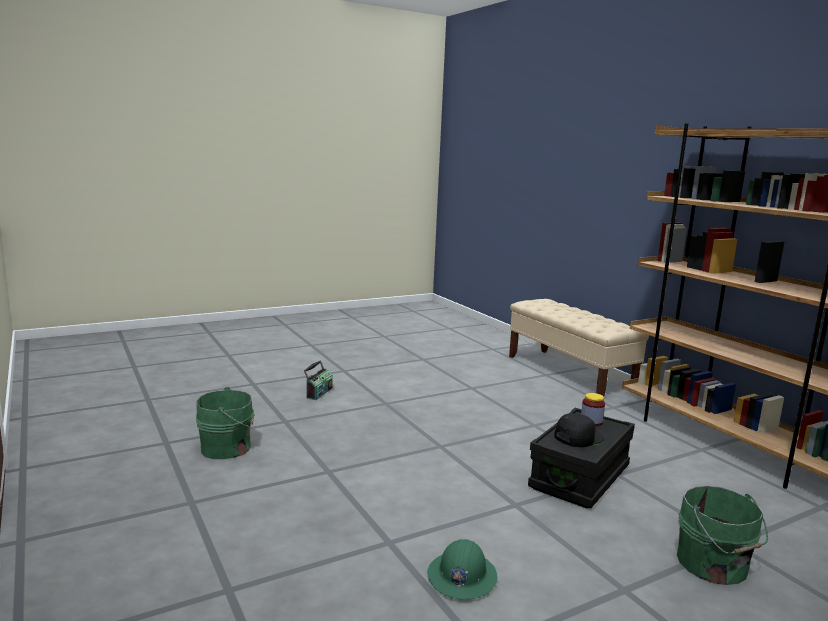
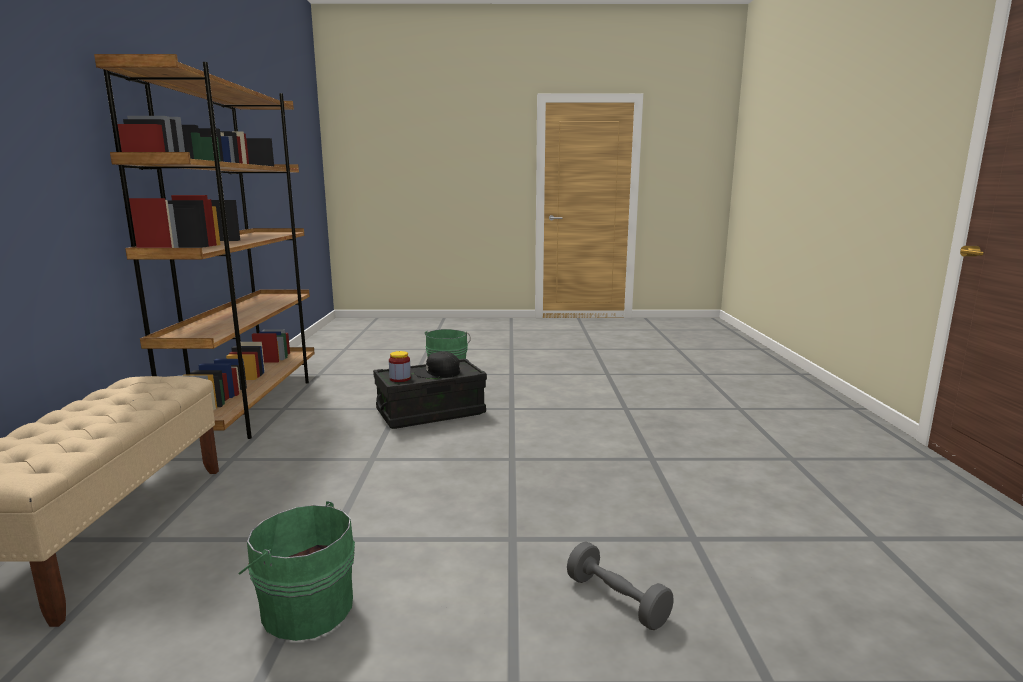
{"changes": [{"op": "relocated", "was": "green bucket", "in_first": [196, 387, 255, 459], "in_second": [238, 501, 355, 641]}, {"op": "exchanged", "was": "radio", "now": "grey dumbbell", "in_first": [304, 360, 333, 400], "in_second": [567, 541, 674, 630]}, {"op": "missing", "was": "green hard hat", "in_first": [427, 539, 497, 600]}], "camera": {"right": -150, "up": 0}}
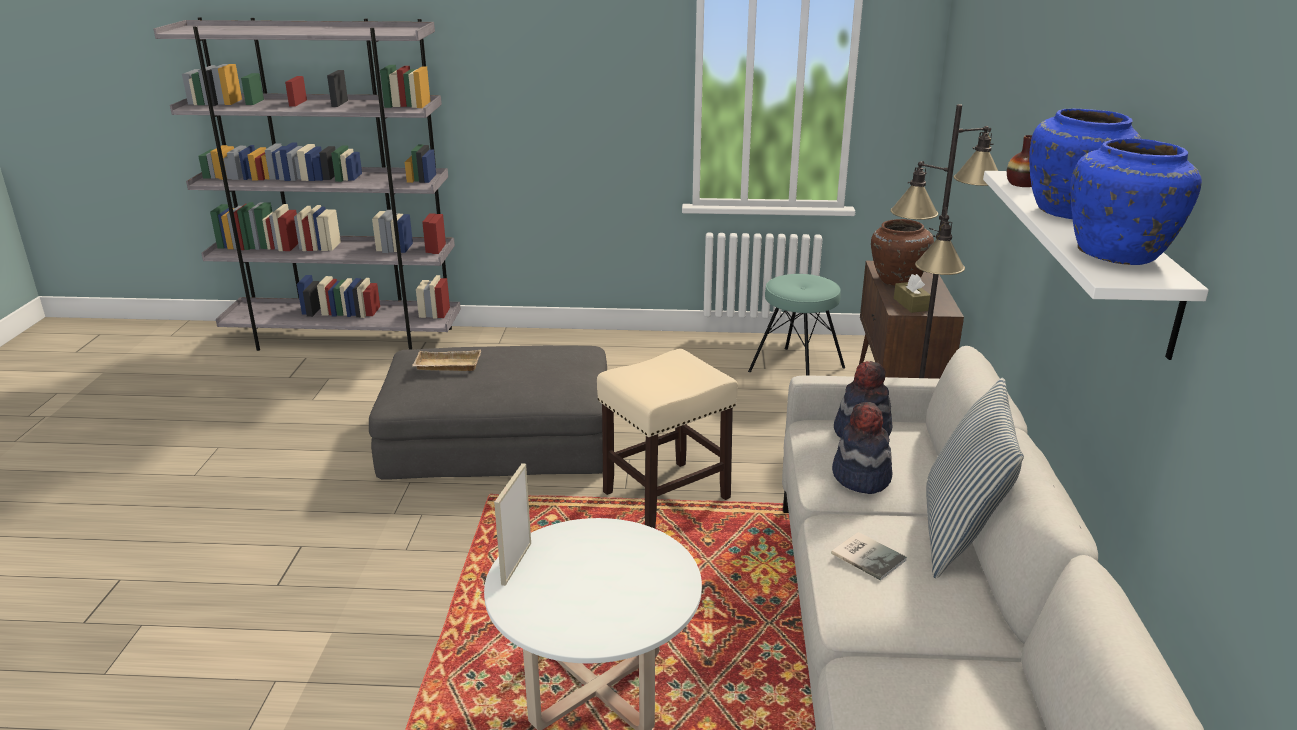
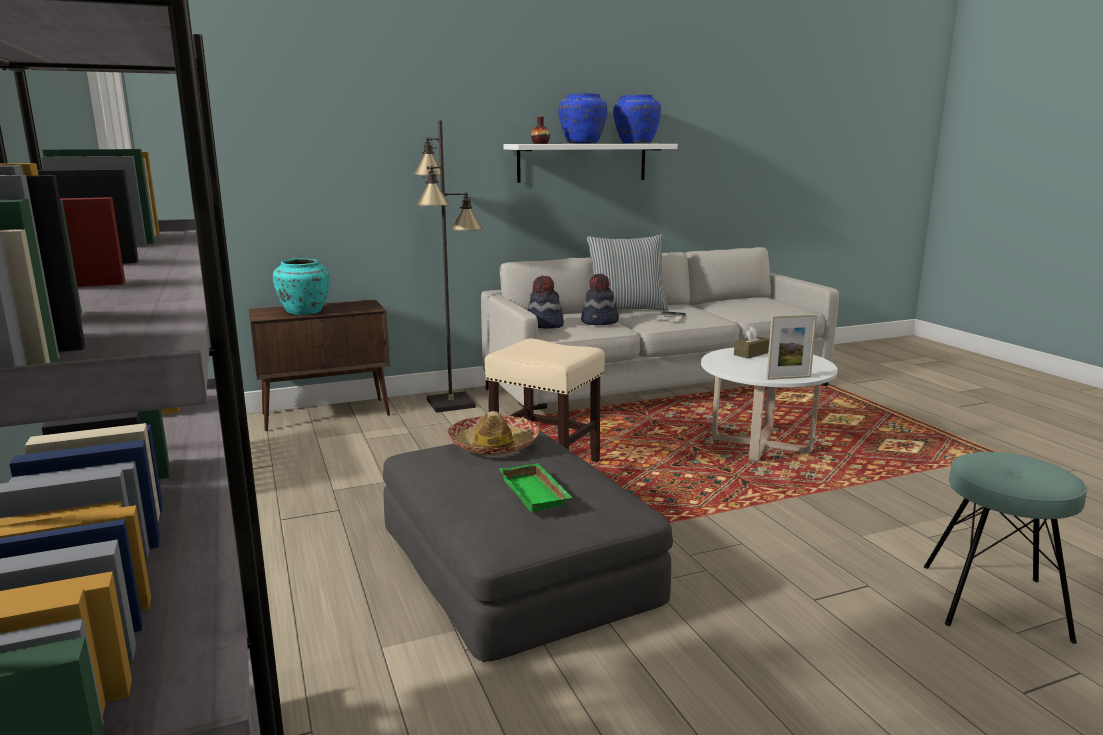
{"changes": [{"op": "colour", "was": "brown vase", "now": "turquoise vase", "in_first": [871, 219, 934, 286], "in_second": [273, 258, 330, 315]}, {"op": "appeared", "now": "hat", "in_second": [447, 411, 539, 455]}, {"op": "colour", "was": "beige tray", "now": "green tray", "in_first": [412, 350, 481, 371], "in_second": [500, 463, 573, 513]}, {"op": "relocated", "was": "brown tissue box", "in_first": [894, 274, 930, 313], "in_second": [734, 326, 769, 359]}, {"op": "relocated", "was": "turquoise stool", "in_first": [748, 274, 845, 376], "in_second": [924, 452, 1087, 644]}], "camera": {"right": -115, "up": -10}}
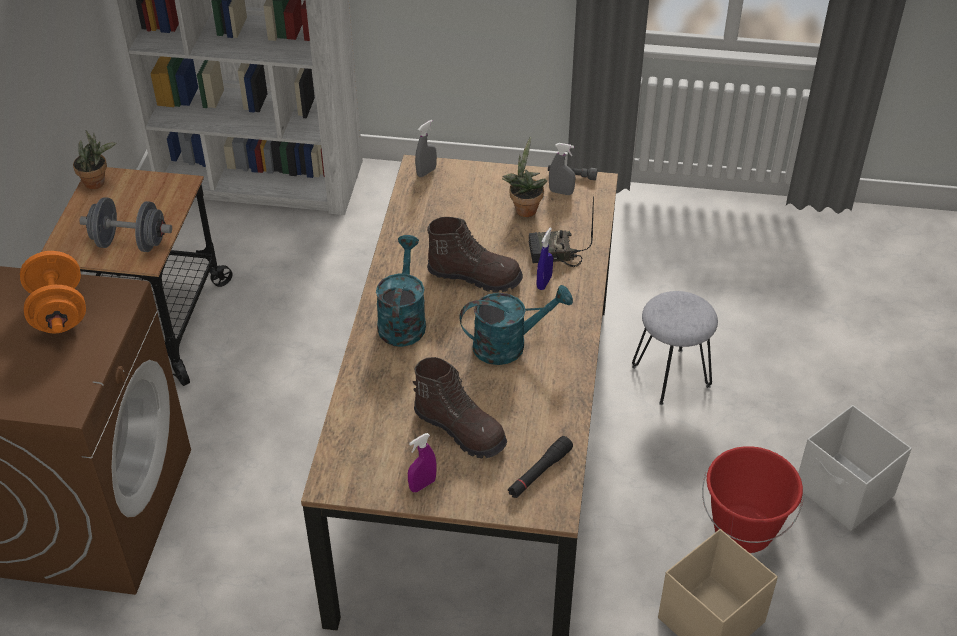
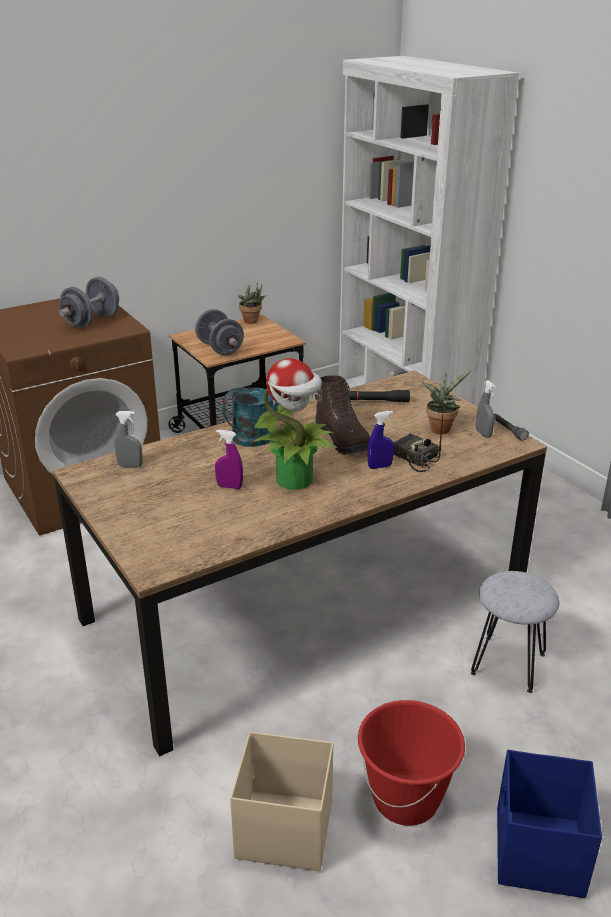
{"changes": [{"op": "colour", "was": "orange dumbbell", "now": "grey dumbbell", "in_first": [20, 251, 86, 333], "in_second": [59, 277, 119, 328]}, {"op": "relocated", "was": "grey spray bottle", "in_first": [415, 120, 437, 177], "in_second": [114, 411, 143, 467]}, {"op": "relocated", "was": "purple spray bottle", "in_first": [408, 433, 437, 492], "in_second": [215, 430, 243, 489]}, {"op": "exchanged", "was": "turquoise watering can", "now": "potted plant", "in_first": [459, 285, 573, 365], "in_second": [254, 358, 338, 490]}, {"op": "relocated", "was": "black flashlight", "in_first": [508, 436, 573, 498], "in_second": [348, 390, 410, 402]}, {"op": "colour", "was": "white storage box", "now": "blue storage box", "in_first": [798, 405, 912, 531], "in_second": [497, 750, 602, 898]}, {"op": "missing", "was": "brown boot", "in_first": [413, 357, 507, 459]}], "camera": {"right": 50, "up": -15}}
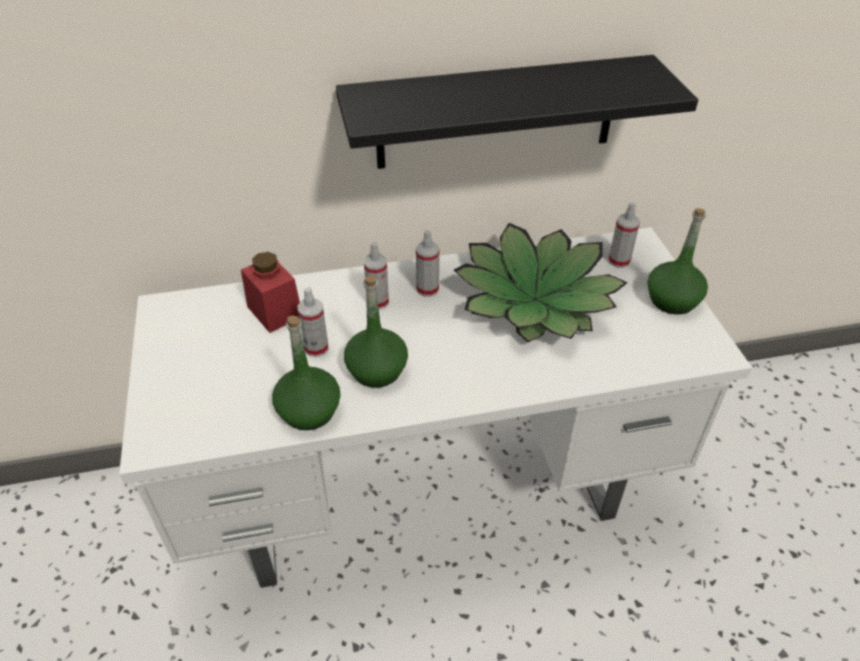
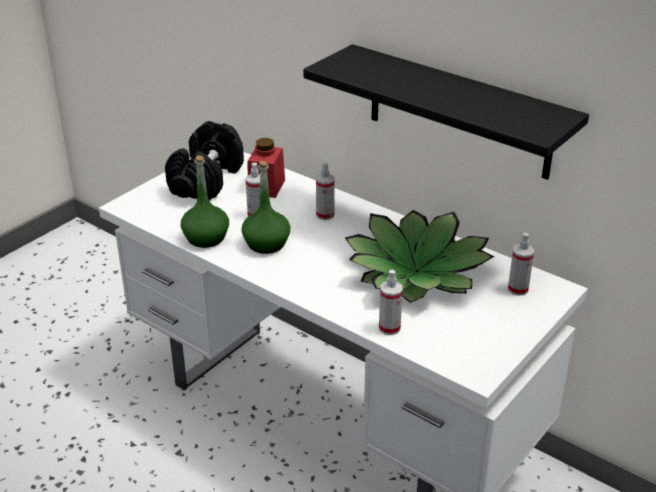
{"changes": [{"op": "appeared", "now": "black dumbbell", "in_second": [165, 121, 244, 201]}, {"op": "relocated", "was": "spray bottle", "in_first": [416, 230, 439, 297], "in_second": [379, 270, 403, 335]}, {"op": "missing", "was": "green bottle", "in_first": [647, 208, 708, 314]}], "camera": {"right": 50, "up": -10}}
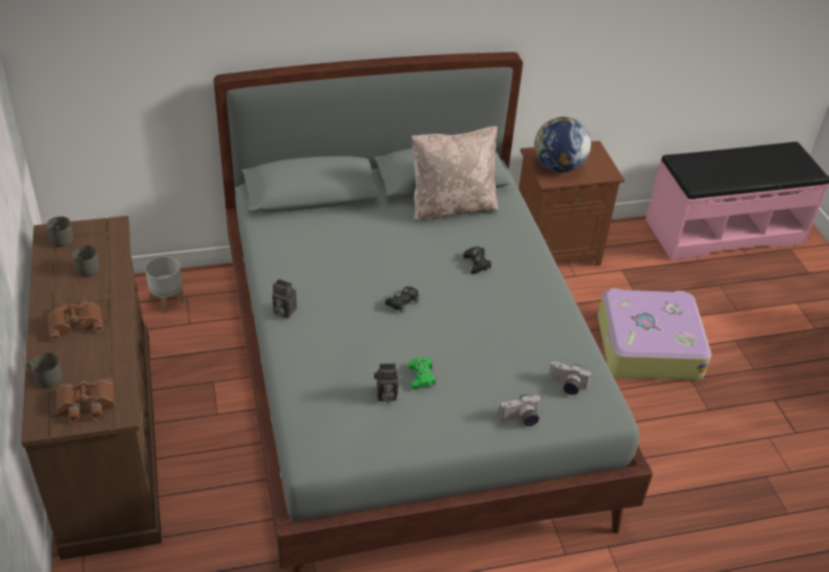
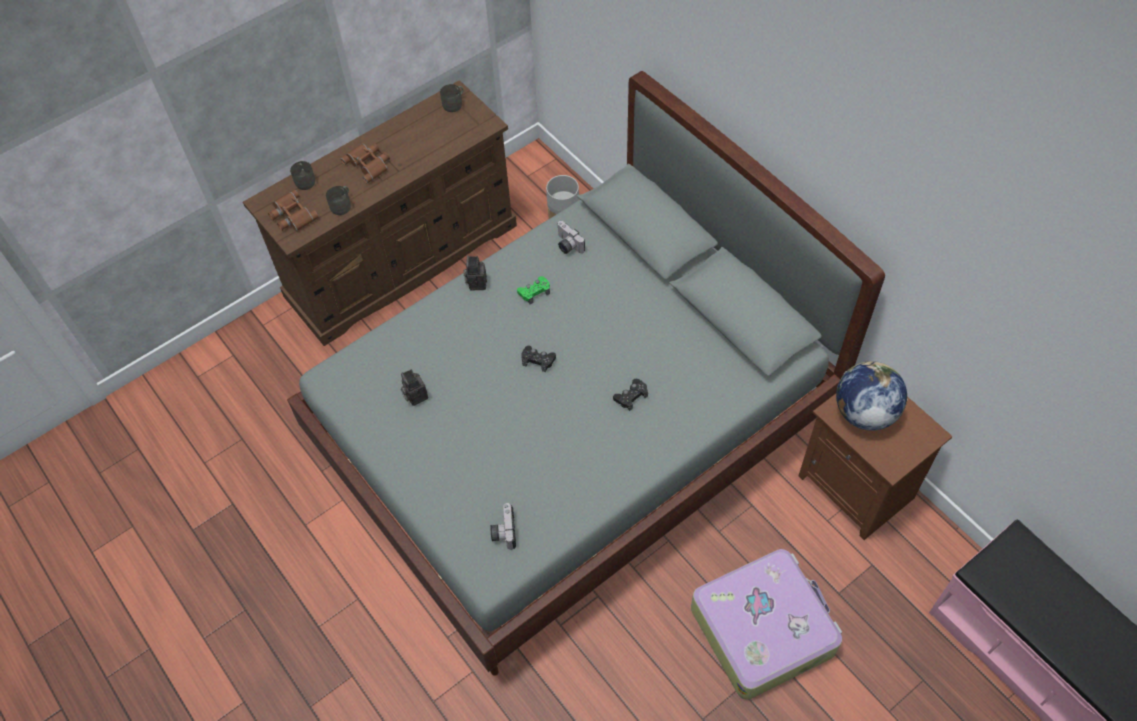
{"changes": [{"op": "relocated", "was": "grey mug", "in_first": [72, 245, 99, 277], "in_second": [326, 186, 351, 215]}, {"op": "relocated", "was": "green game controller", "in_first": [408, 357, 435, 389], "in_second": [517, 276, 550, 304]}, {"op": "relocated", "was": "photo camera", "in_first": [498, 394, 542, 426], "in_second": [557, 221, 585, 254]}, {"op": "missing", "was": "beige pillow", "in_first": [412, 126, 499, 222]}], "camera": {"right": 70, "up": 15}}
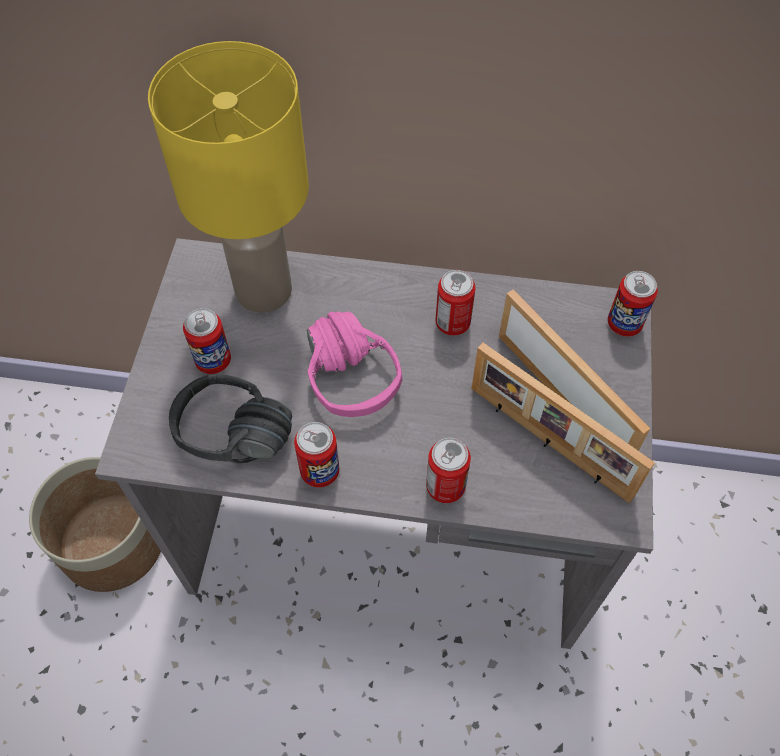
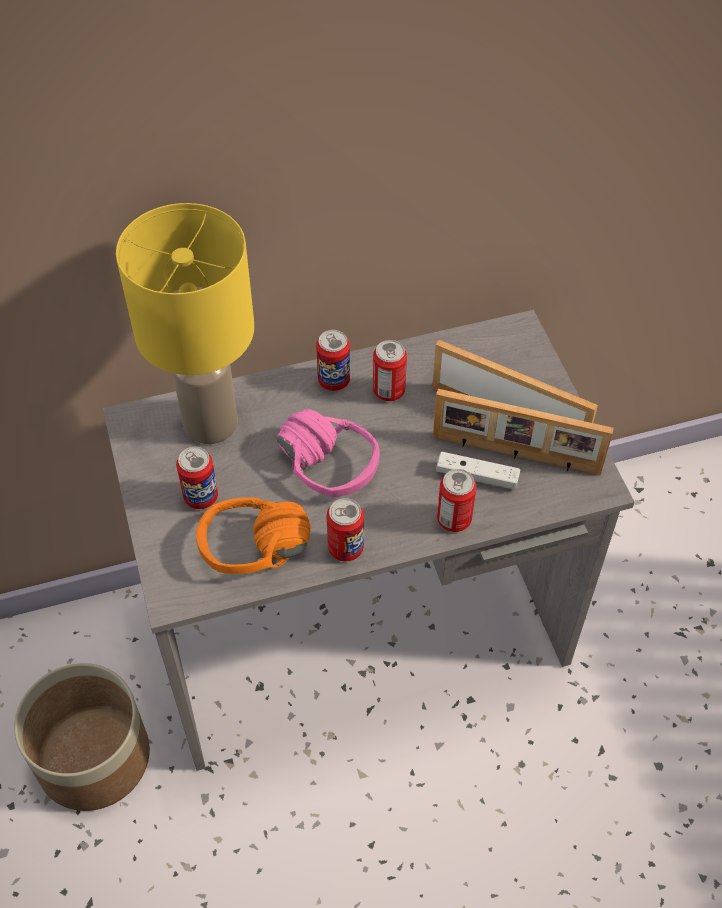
{"changes": [{"op": "colour", "was": "black headphones", "now": "orange headphones", "in_first": [169, 374, 292, 464], "in_second": [196, 497, 311, 574]}, {"op": "relocated", "was": "can", "in_first": [608, 271, 658, 337], "in_second": [316, 330, 350, 391]}, {"op": "appeared", "now": "white game controller", "in_second": [436, 451, 520, 490]}], "camera": {"right": -25, "up": -5}}
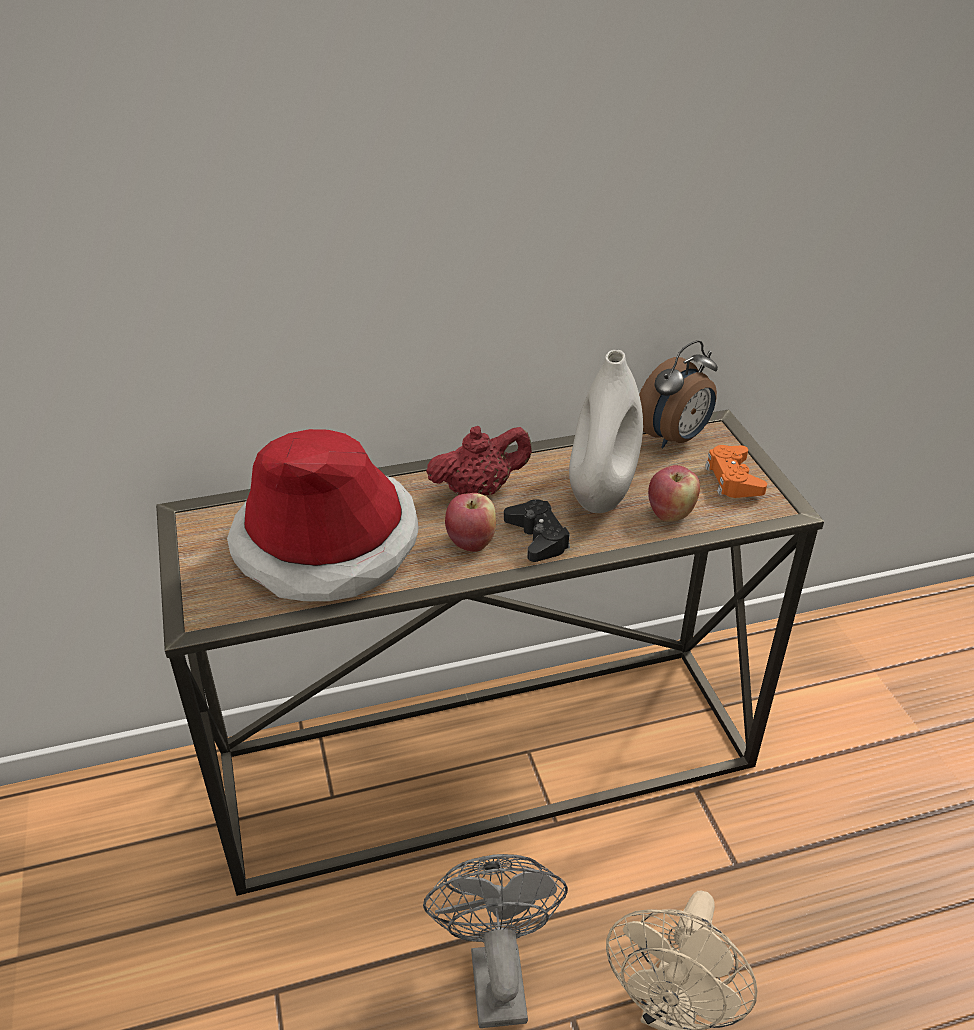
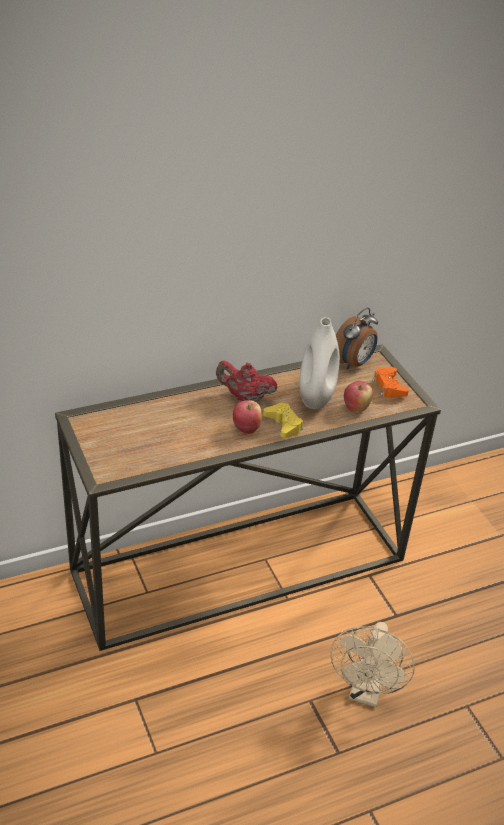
{"changes": [{"op": "spun", "was": "red teapot", "in_first": [426, 426, 532, 495], "in_second": [216, 361, 277, 402], "clockwise": -135}, {"op": "colour", "was": "black game controller", "now": "yellow game controller", "in_first": [504, 499, 570, 562], "in_second": [263, 403, 303, 438]}, {"op": "missing", "was": "hat", "in_first": [227, 429, 419, 601]}, {"op": "missing", "was": "grey fan", "in_first": [423, 854, 568, 1028]}], "camera": {"right": -10, "up": 0}}
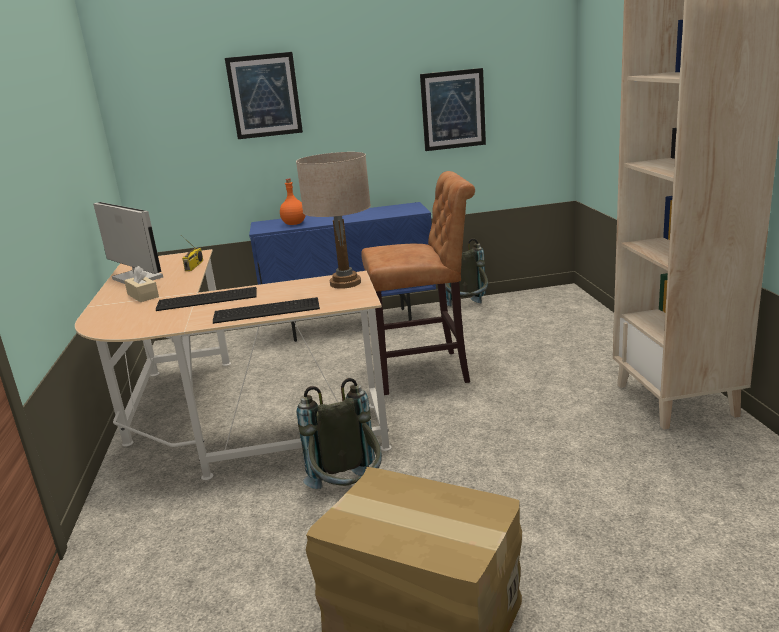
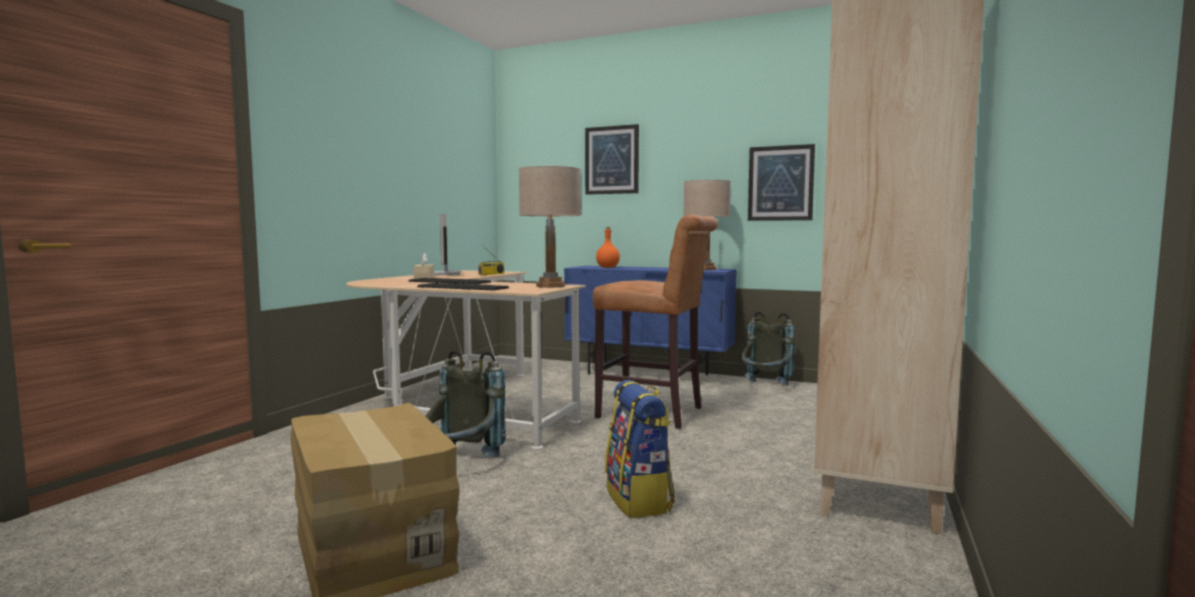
{"changes": [{"op": "appeared", "now": "backpack", "in_second": [605, 380, 675, 518]}, {"op": "appeared", "now": "beige table lamp", "in_second": [684, 180, 731, 270]}], "camera": {"right": 30, "up": -15}}
